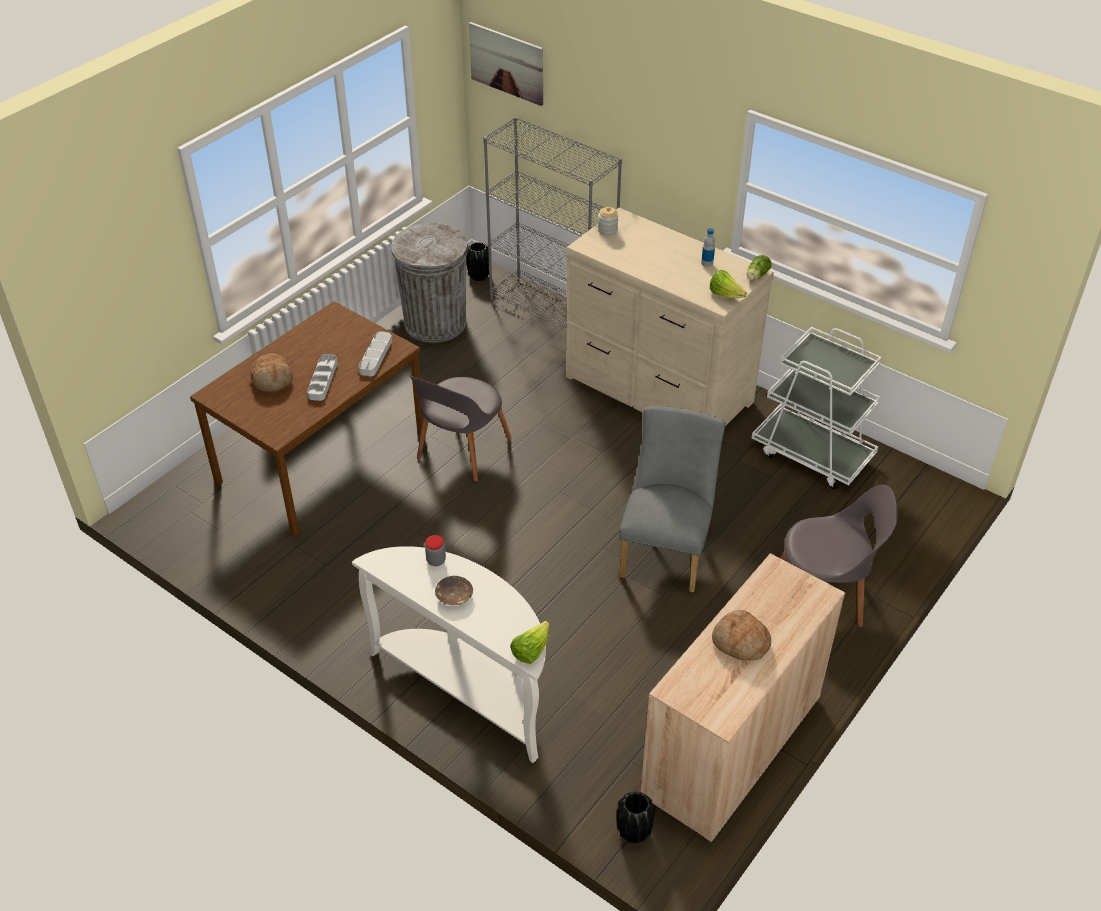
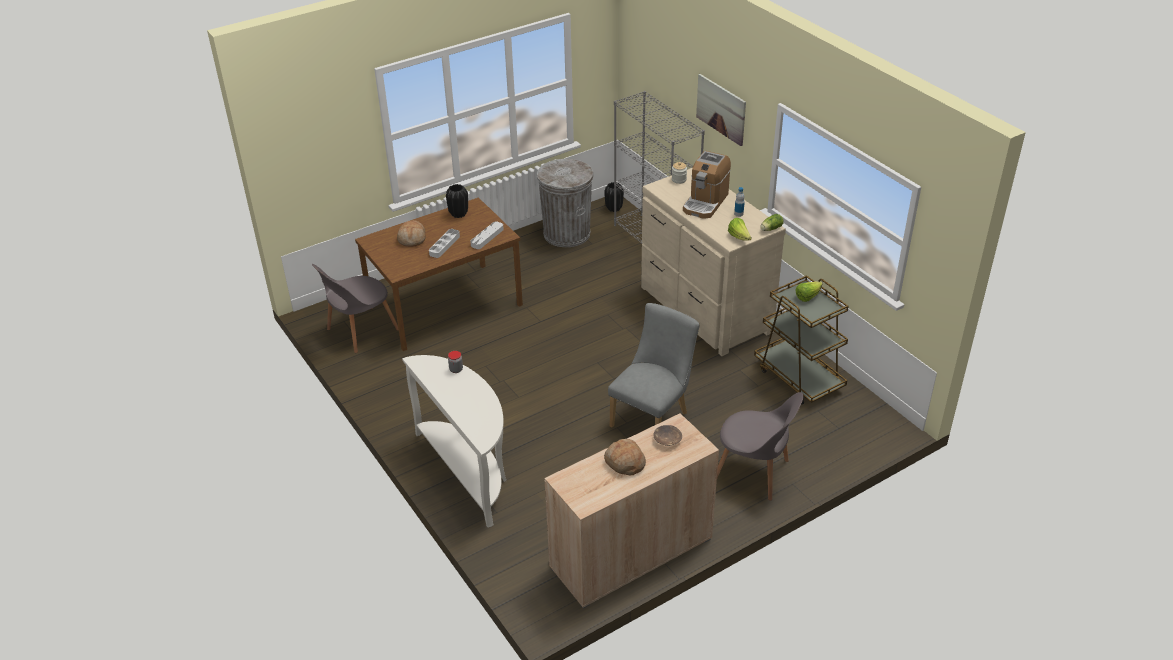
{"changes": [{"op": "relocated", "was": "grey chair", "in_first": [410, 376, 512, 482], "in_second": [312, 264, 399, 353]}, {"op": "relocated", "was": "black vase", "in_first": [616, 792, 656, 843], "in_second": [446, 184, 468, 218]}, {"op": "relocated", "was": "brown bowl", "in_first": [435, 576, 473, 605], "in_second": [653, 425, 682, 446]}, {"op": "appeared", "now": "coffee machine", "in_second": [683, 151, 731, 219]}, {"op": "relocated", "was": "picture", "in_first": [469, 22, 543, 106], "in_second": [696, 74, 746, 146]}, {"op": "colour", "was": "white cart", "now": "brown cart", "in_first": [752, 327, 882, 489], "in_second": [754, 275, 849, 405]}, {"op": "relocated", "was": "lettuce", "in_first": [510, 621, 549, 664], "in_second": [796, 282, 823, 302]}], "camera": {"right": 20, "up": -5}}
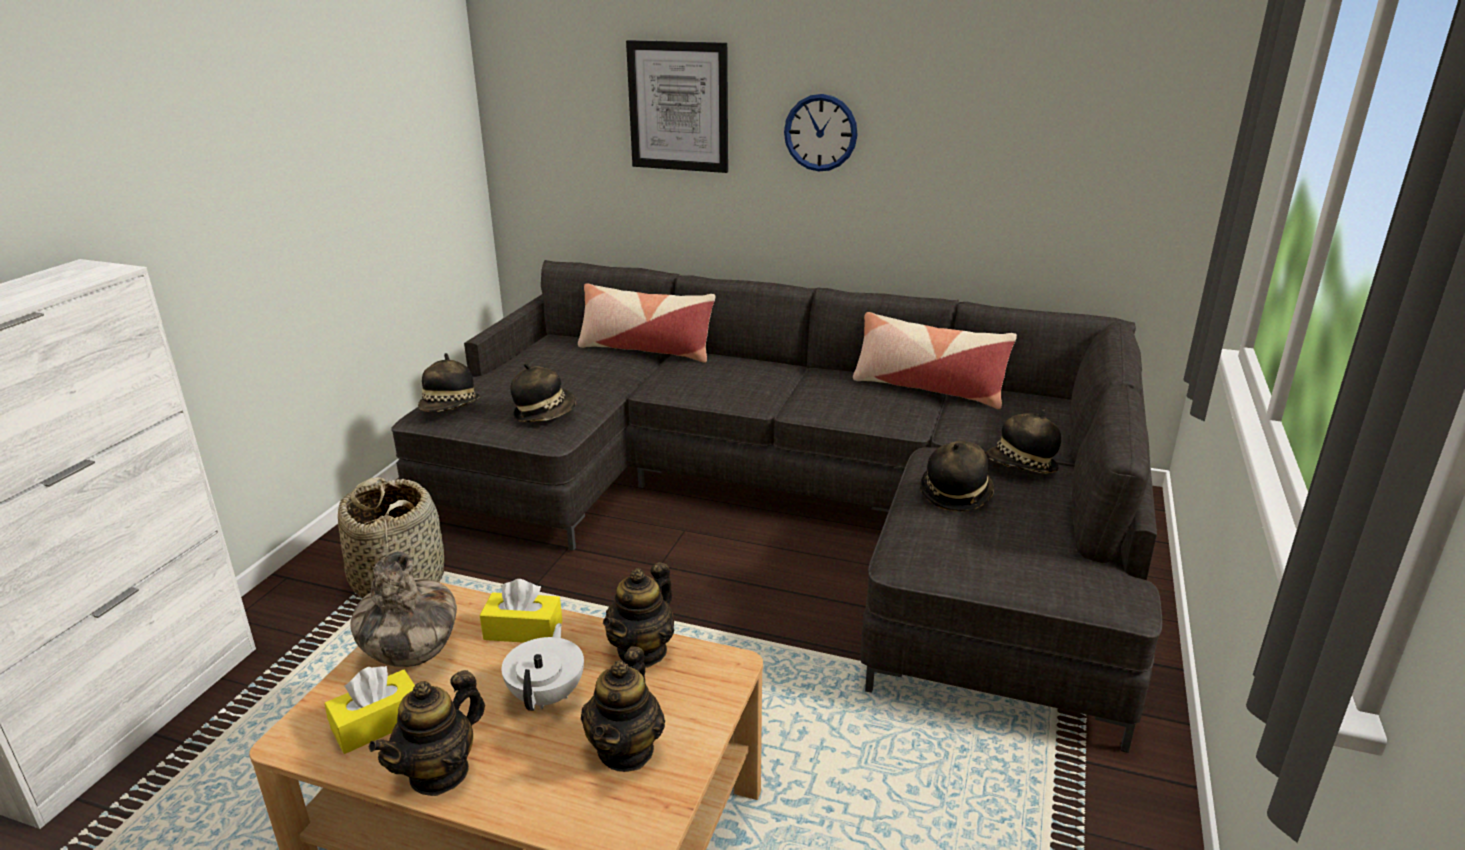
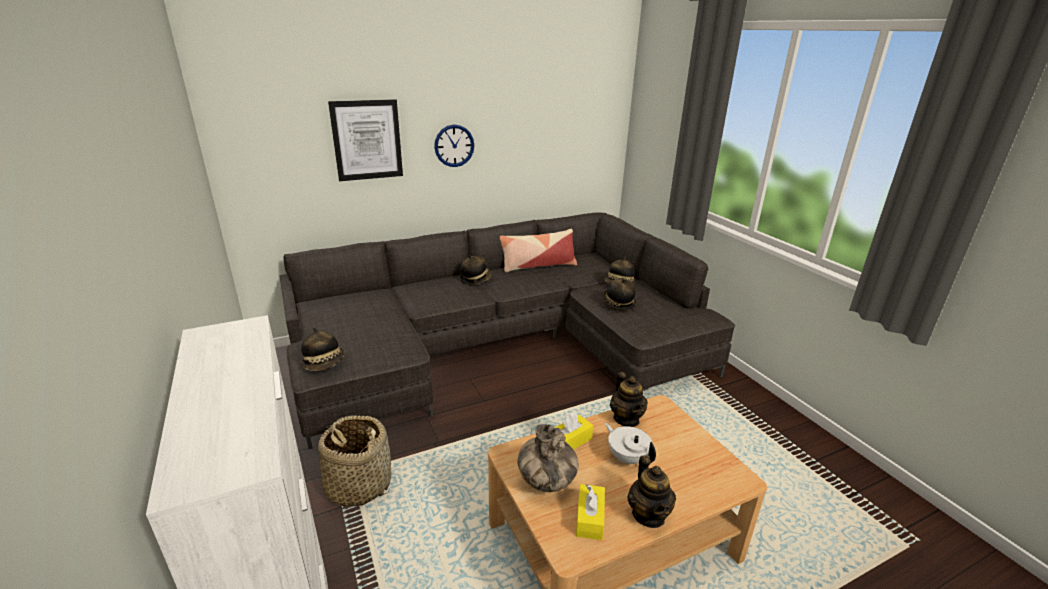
{"changes": [{"op": "relocated", "was": "hat", "in_first": [510, 363, 576, 422], "in_second": [460, 255, 492, 285]}, {"op": "missing", "was": "pillow", "in_first": [578, 283, 715, 363]}, {"op": "missing", "was": "teapot", "in_first": [581, 646, 665, 772]}], "camera": {"right": -45, "up": 0}}
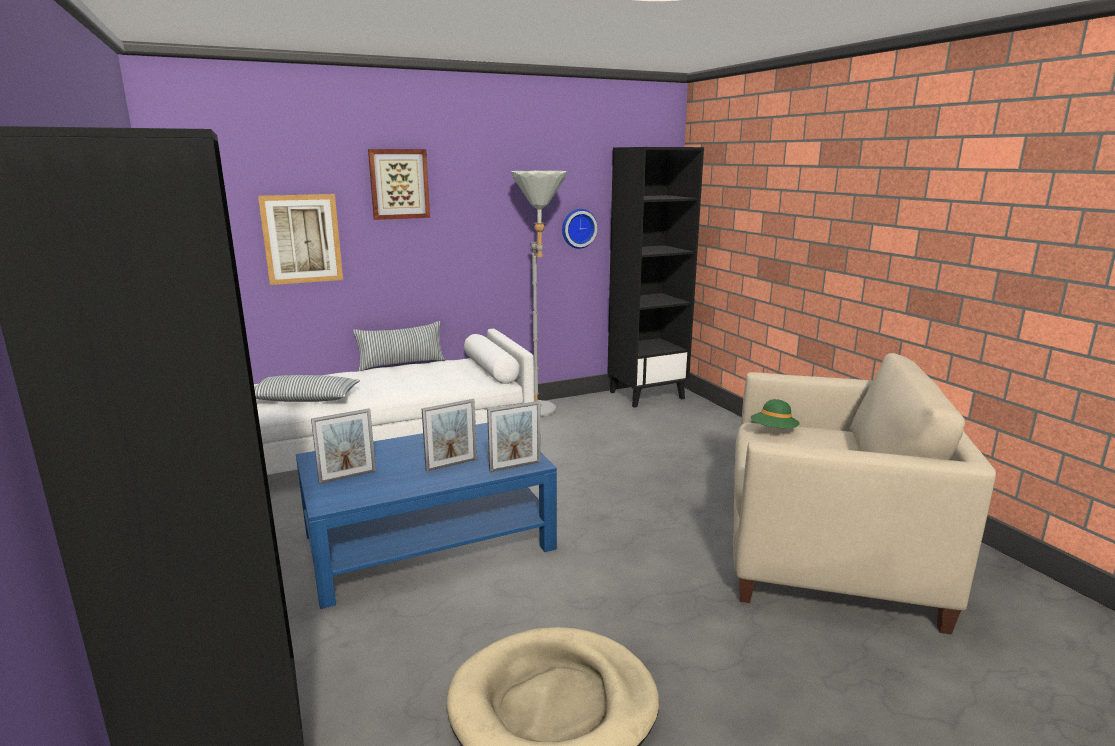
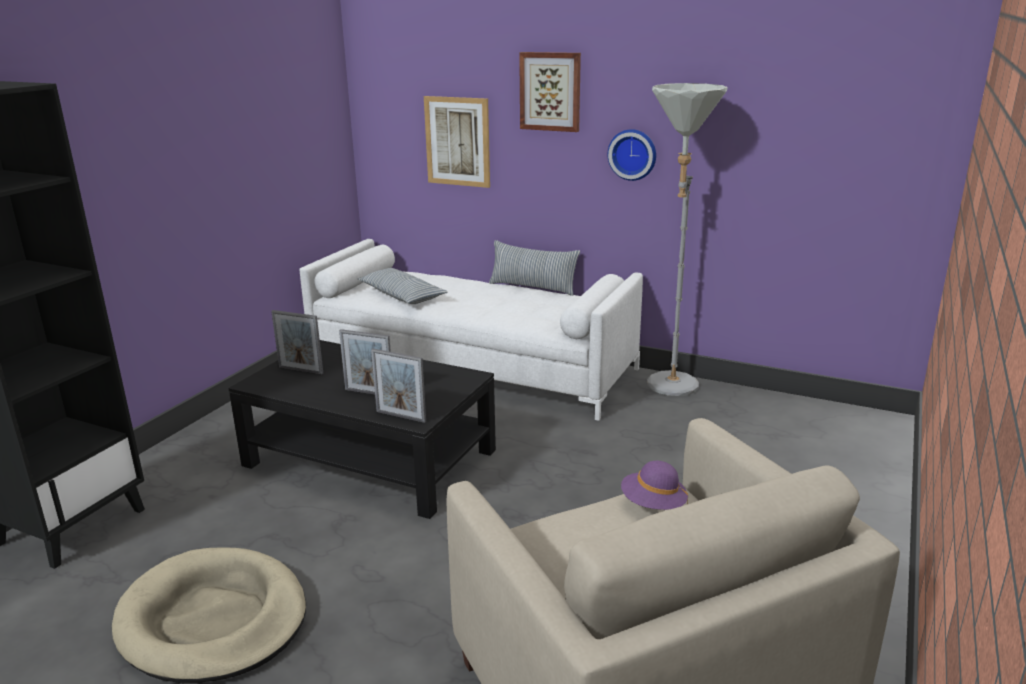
{"changes": [{"op": "colour", "was": "blue coffee table", "now": "black coffee table", "in_first": [296, 423, 557, 609], "in_second": [228, 340, 496, 519]}, {"op": "relocated", "was": "wall clock", "in_first": [562, 209, 597, 249], "in_second": [607, 129, 656, 181]}, {"op": "colour", "was": "green hat", "now": "purple hat", "in_first": [751, 399, 800, 428], "in_second": [621, 461, 688, 510]}, {"op": "missing", "was": "black bookcase", "in_first": [607, 147, 704, 407]}], "camera": {"right": 50, "up": 5}}
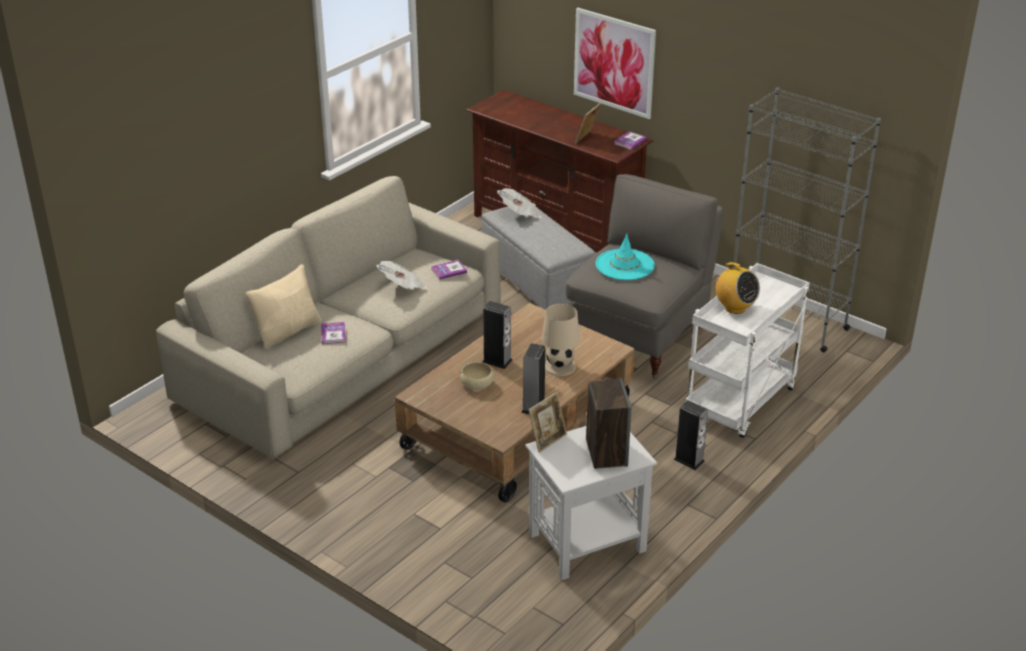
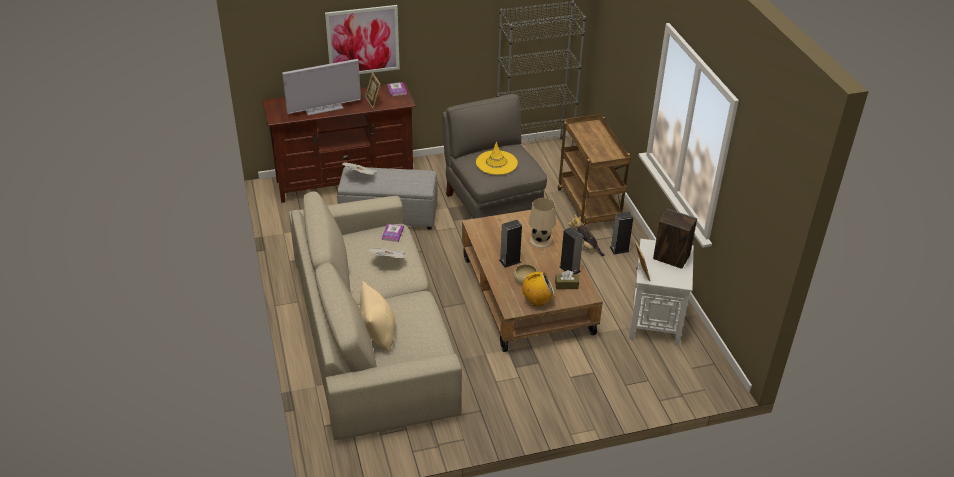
{"changes": [{"op": "appeared", "now": "television", "in_second": [282, 59, 361, 115]}, {"op": "colour", "was": "turquoise hat", "now": "yellow hat", "in_first": [596, 233, 655, 280], "in_second": [476, 141, 518, 175]}, {"op": "relocated", "was": "radio", "in_first": [715, 262, 760, 314], "in_second": [522, 272, 554, 306]}, {"op": "appeared", "now": "brown tissue box", "in_second": [555, 270, 579, 289]}, {"op": "colour", "was": "white cart", "now": "brown cart", "in_first": [685, 263, 810, 438], "in_second": [558, 114, 631, 225]}, {"op": "appeared", "now": "plush toy", "in_second": [568, 214, 605, 256]}, {"op": "missing", "was": "book", "in_first": [321, 322, 346, 344]}], "camera": {"right": -55, "up": 5}}
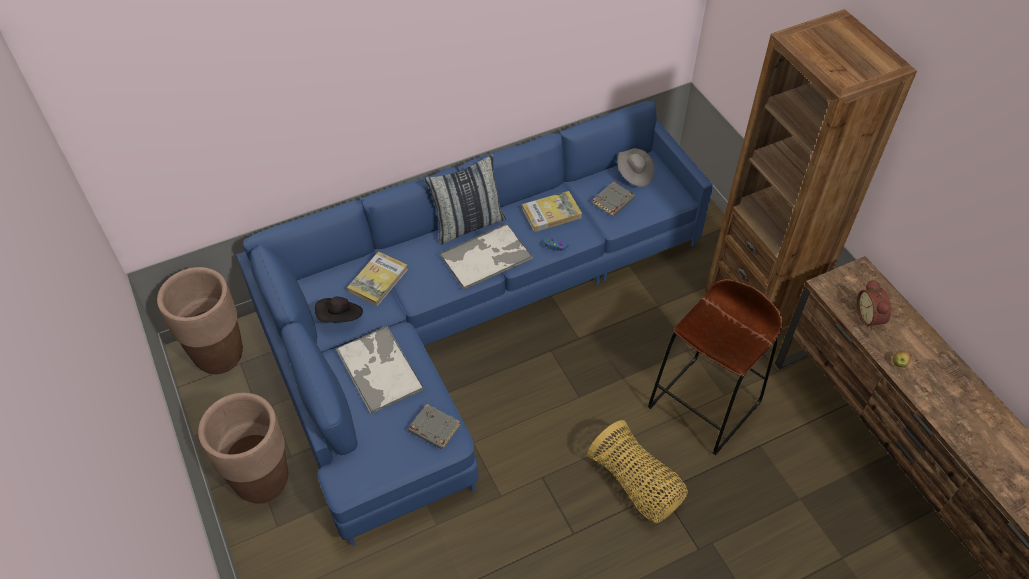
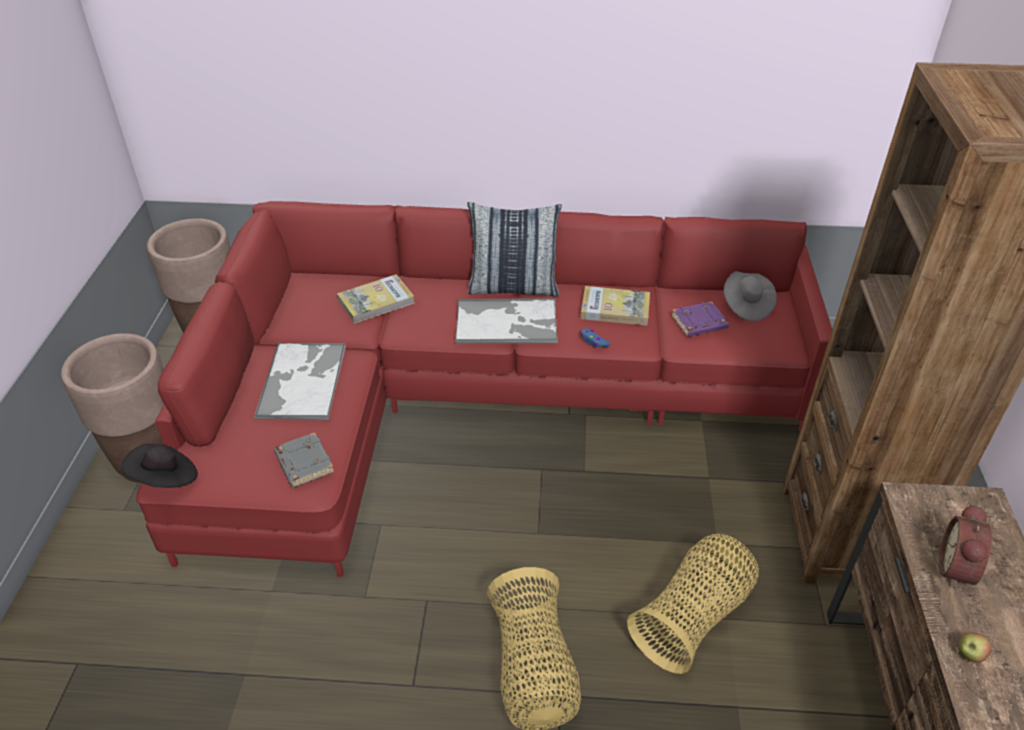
{"changes": [{"op": "relocated", "was": "black hat", "in_first": [315, 297, 363, 323], "in_second": [121, 444, 198, 488]}, {"op": "colour", "was": "blue sofa", "now": "red sofa", "in_first": [236, 100, 713, 546], "in_second": [136, 201, 832, 577]}, {"op": "exchanged", "was": "brown stool", "now": "basket", "in_first": [648, 279, 783, 456], "in_second": [627, 534, 759, 674]}, {"op": "colour", "was": "grey book", "now": "purple book", "in_first": [593, 182, 635, 216], "in_second": [671, 301, 729, 337]}], "camera": {"right": 30, "up": -10}}
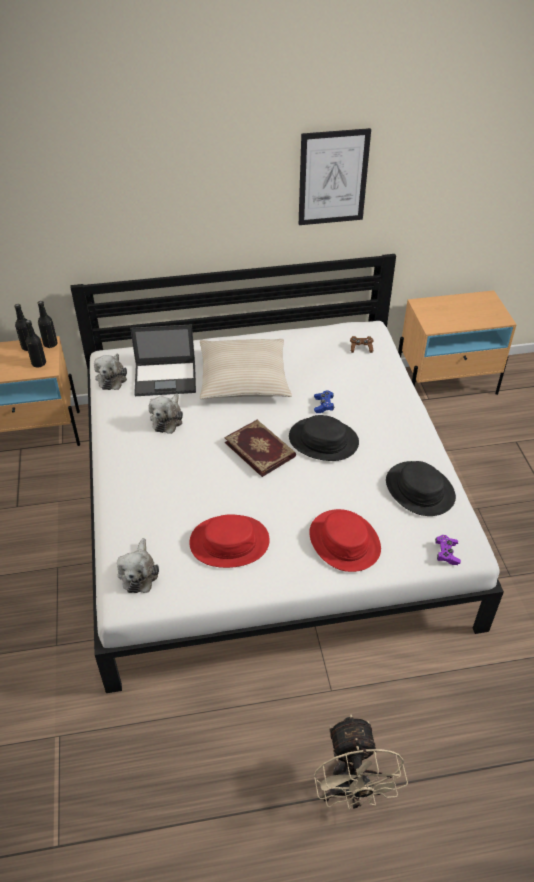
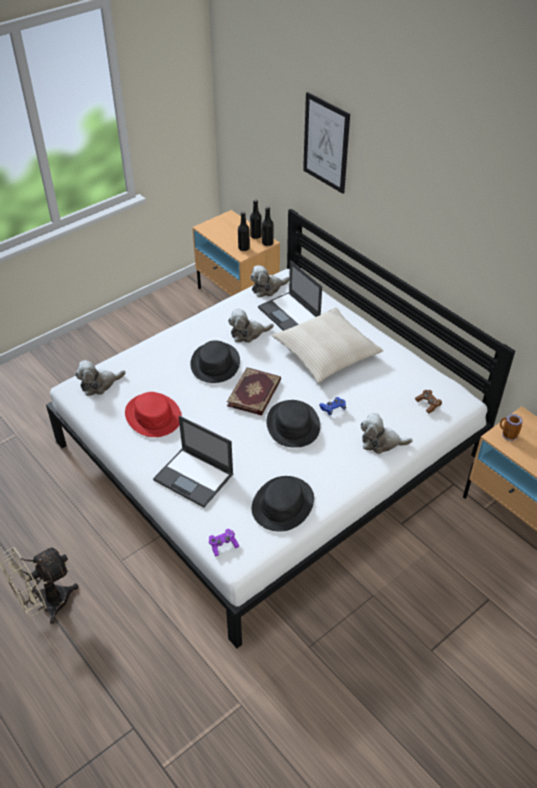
{"changes": [{"op": "exchanged", "was": "red hat", "now": "laptop", "in_first": [309, 509, 381, 572], "in_second": [153, 415, 234, 508]}, {"op": "appeared", "now": "black hat", "in_second": [190, 340, 240, 383]}, {"op": "relocated", "was": "picture", "in_first": [299, 128, 371, 225], "in_second": [303, 92, 350, 194]}, {"op": "appeared", "now": "plush toy", "in_second": [360, 413, 413, 454]}, {"op": "appeared", "now": "mug", "in_second": [500, 414, 522, 441]}], "camera": {"right": 60, "up": 0}}
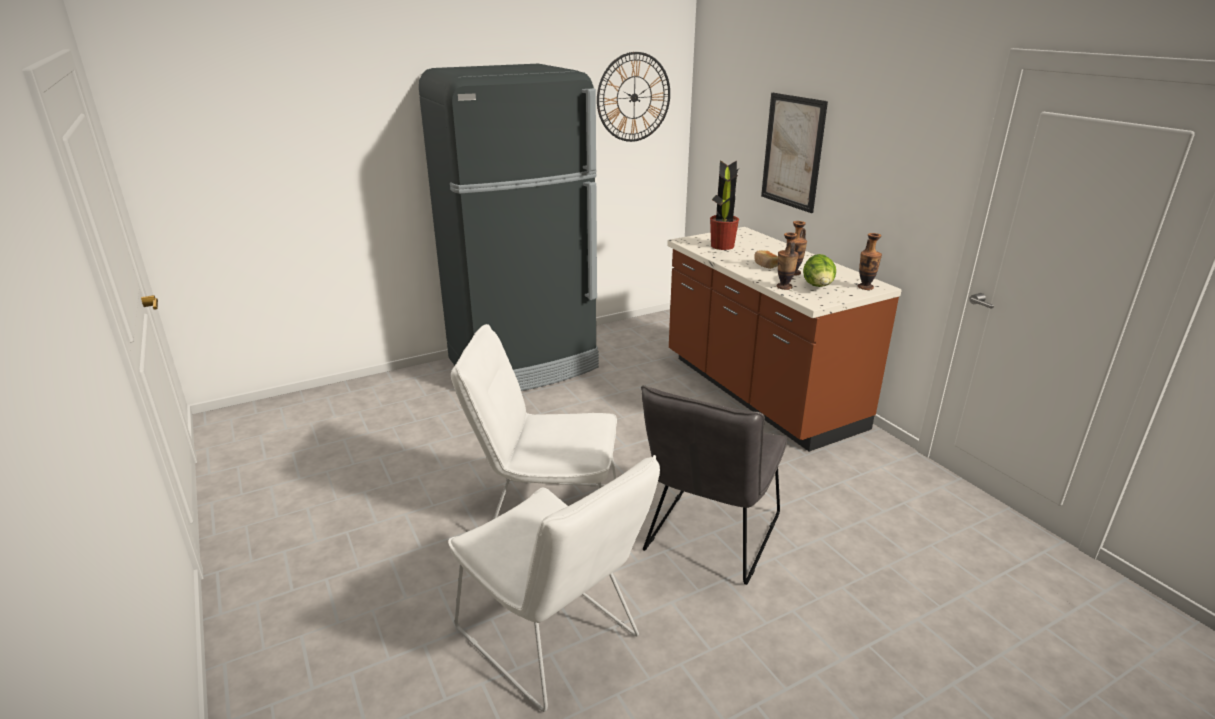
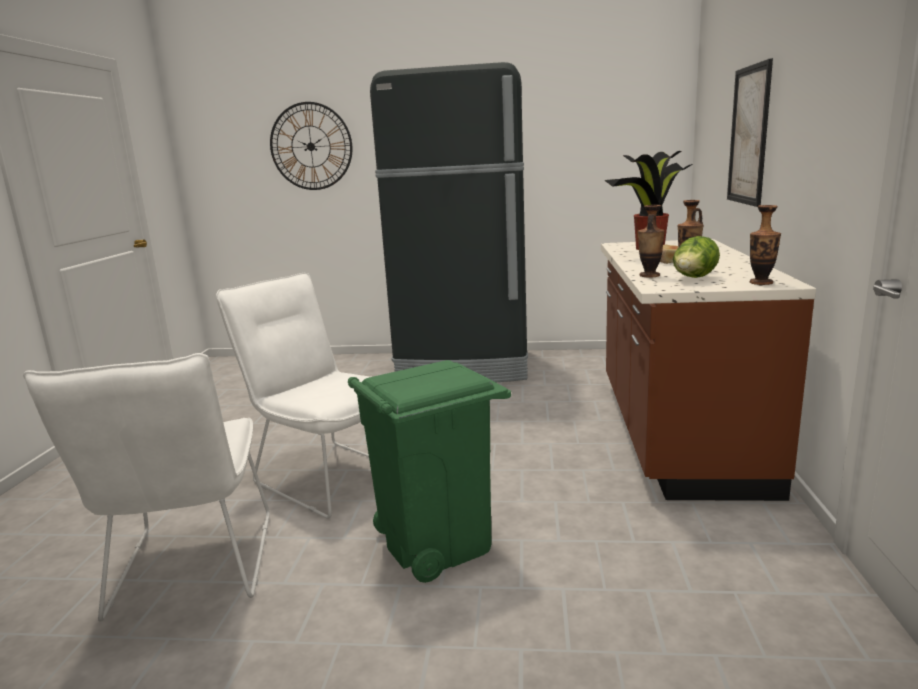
{"changes": [{"op": "relocated", "was": "wall clock", "in_first": [597, 52, 670, 142], "in_second": [270, 102, 353, 190]}, {"op": "exchanged", "was": "grey chair", "now": "green trash can", "in_first": [641, 385, 787, 585], "in_second": [348, 360, 511, 583]}], "camera": {"right": 35, "up": -10}}
